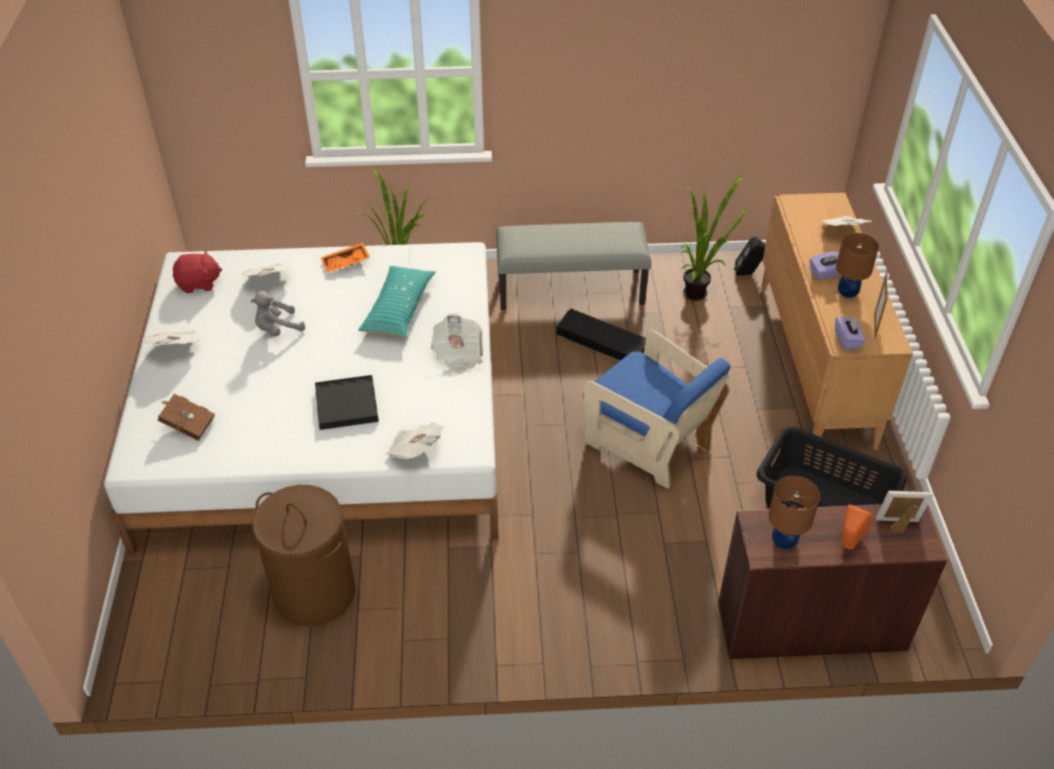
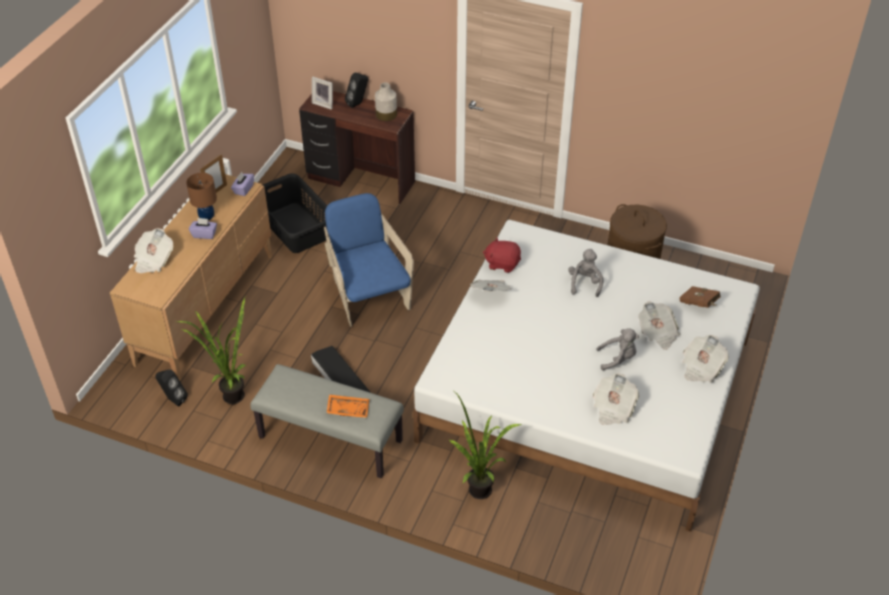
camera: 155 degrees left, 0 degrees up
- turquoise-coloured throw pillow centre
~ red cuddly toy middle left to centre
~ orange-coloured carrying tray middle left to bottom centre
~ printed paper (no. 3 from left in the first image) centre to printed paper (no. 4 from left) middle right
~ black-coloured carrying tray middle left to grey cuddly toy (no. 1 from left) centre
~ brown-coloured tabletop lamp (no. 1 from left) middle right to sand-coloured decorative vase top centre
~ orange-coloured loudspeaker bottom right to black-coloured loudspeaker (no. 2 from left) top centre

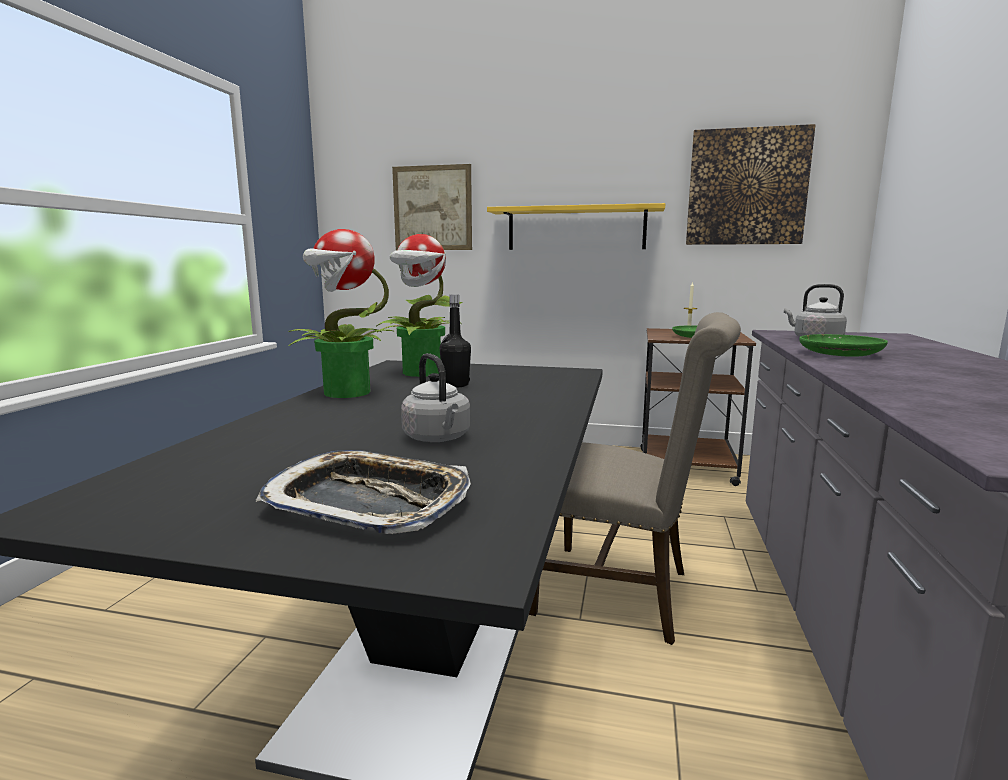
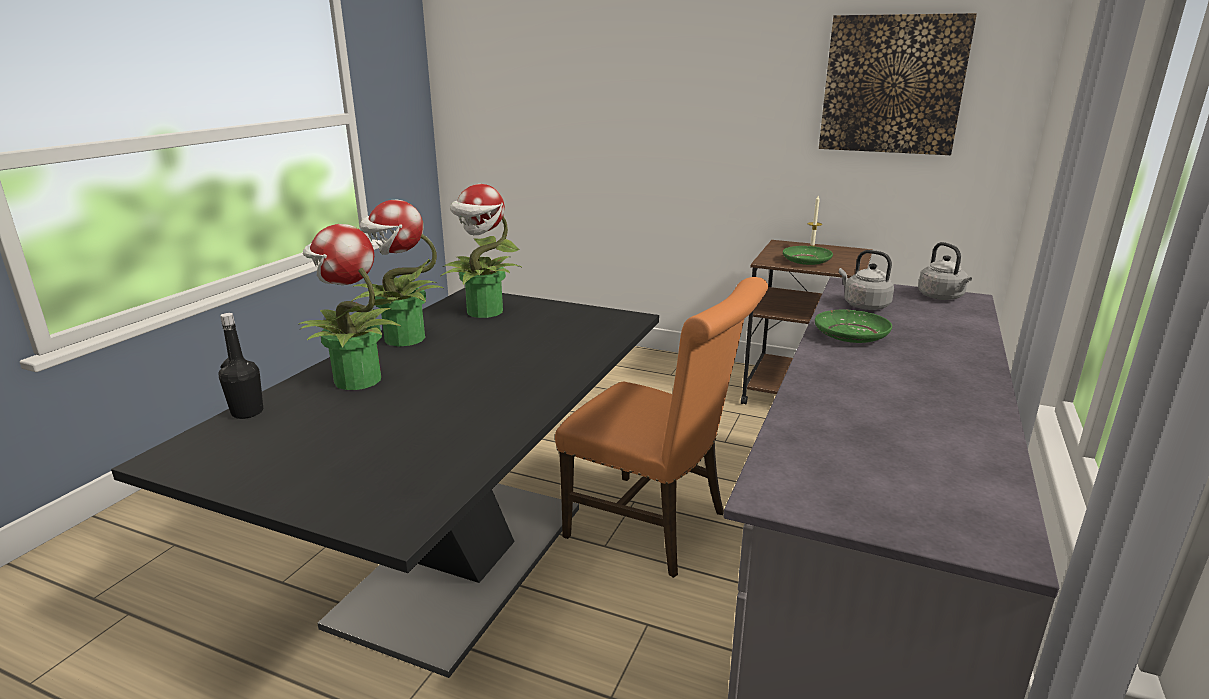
camera: 10 degrees right, 10 degrees up
- carrying tray centre
- wall art (no. 1 from left) top centre
- yellow-coloured wall shelf top centre
+ houseplant (no. 1 from left) middle left
~ grey kettle (no. 1 from left in the first image) centre to grey kettle (no. 2 from left) middle right
~ black-coloured drink bottle centre to middle left
~ sand-coloured plain chair centre to orange-coloured plain chair centre

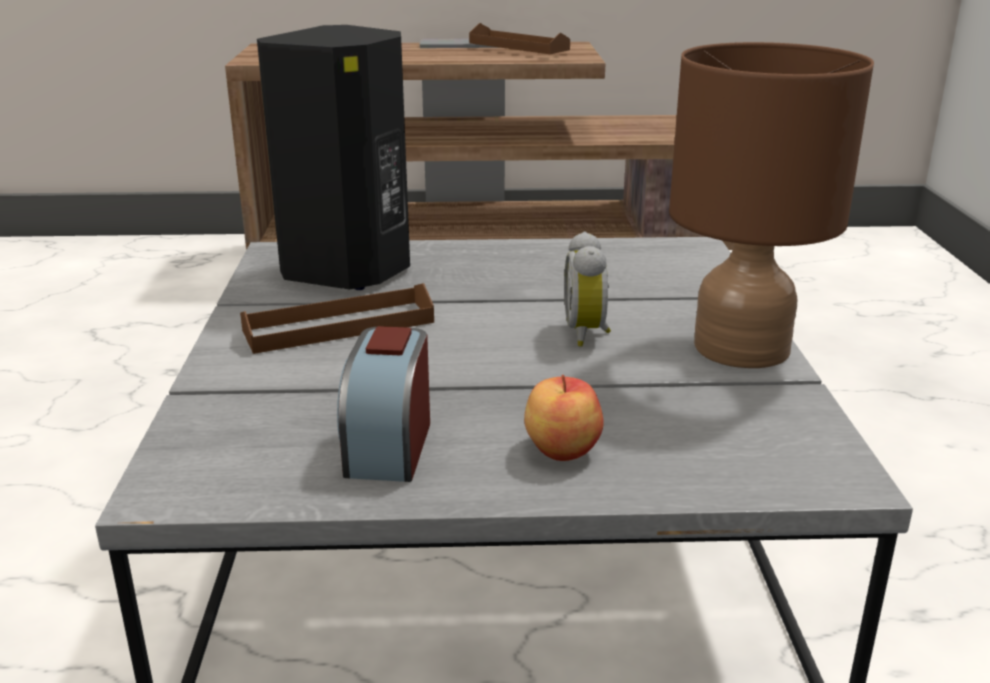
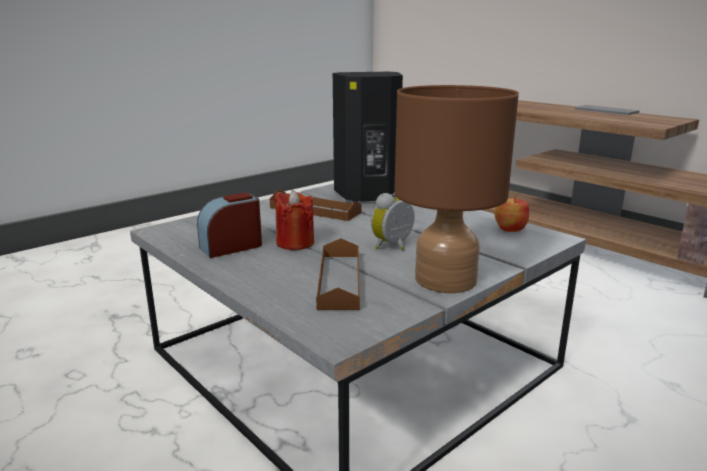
camera: 50 degrees right, 5 degrees down
+ red wax candle centre
~ brown-coloured carrying tray (no. 2 from left) top centre to centre
~ apple fruit centre to middle right

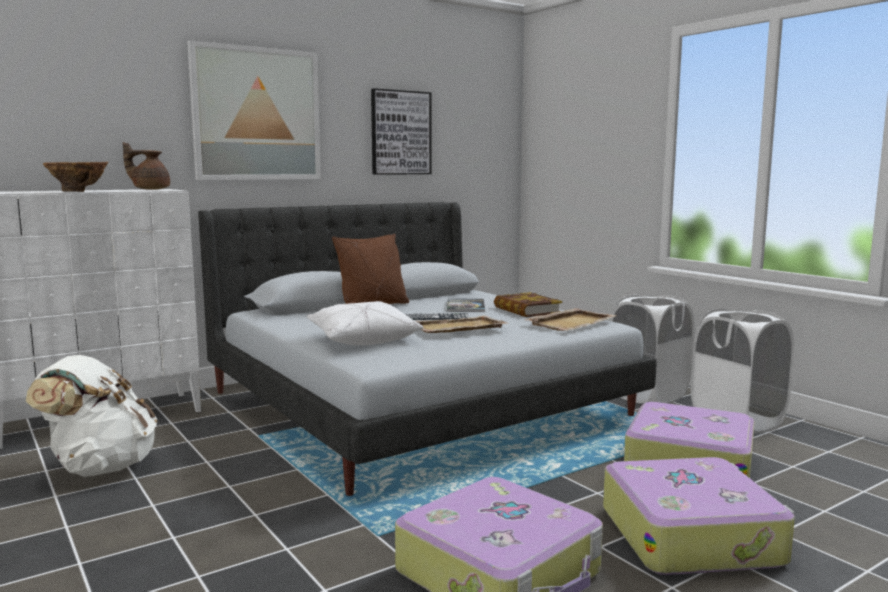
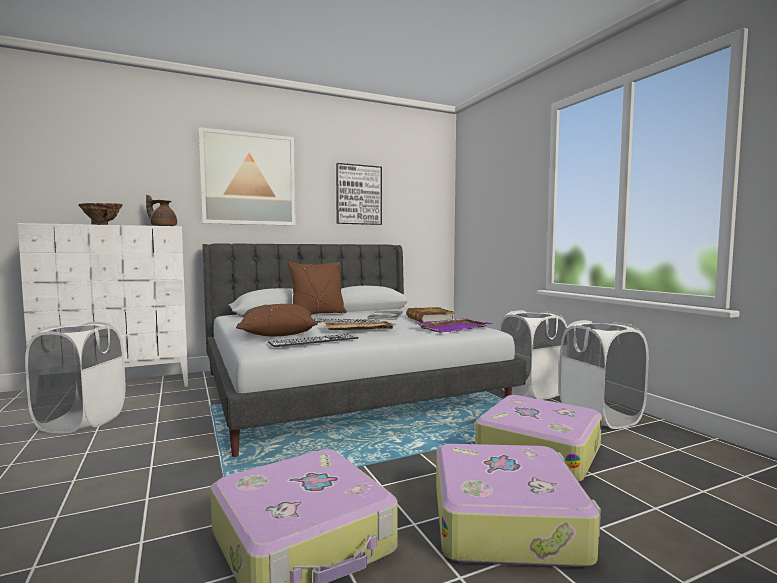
camera: 10 degrees right, 5 degrees down
+ computer keyboard (no. 1 from left) centre
~ whitish backpack bottom left to whitish washing basket (no. 1 from left) middle left
~ whitish throw pillow centre to brown-coloured throw pillow (no. 1 from left) centre
~ sand-coloured carrying tray (no. 2 from left) centre to purple carrying tray centre

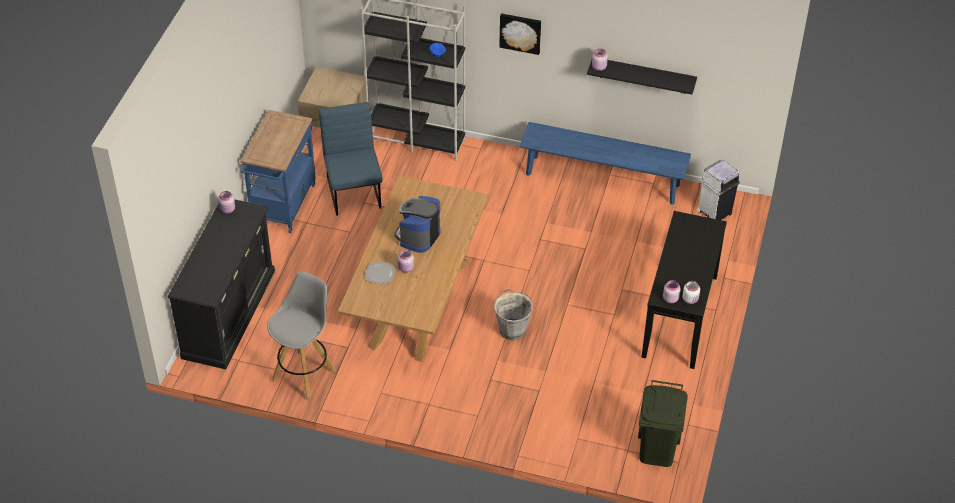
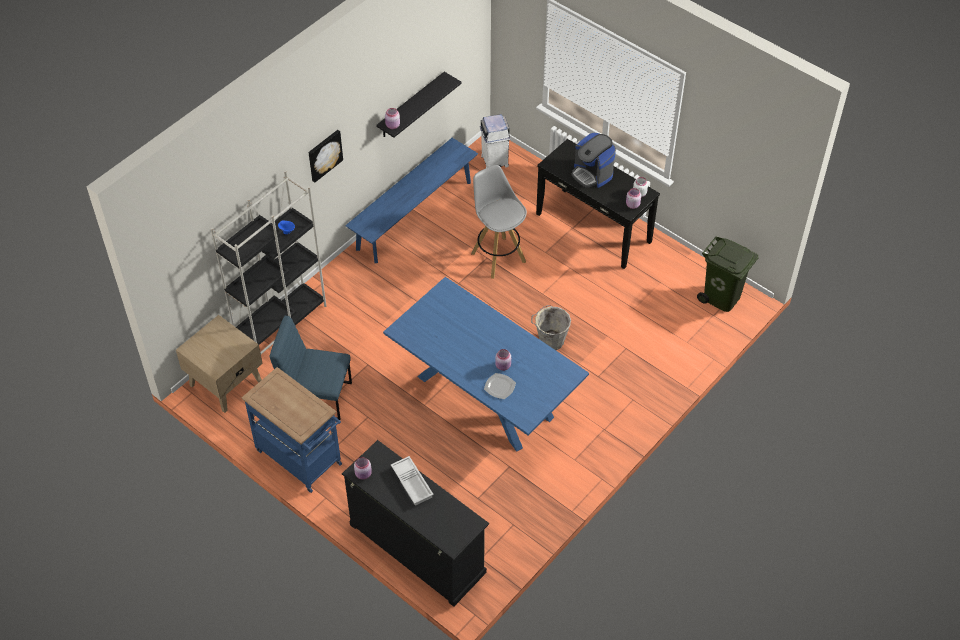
camera: 65 degrees left, 5 degrees up
+ whitish carrying tray bottom centre
~ grey stool middle left to centre
~ coffee maker centre to top centre
~ brown-coloured kitchen table centre to bluish kitchen table centre

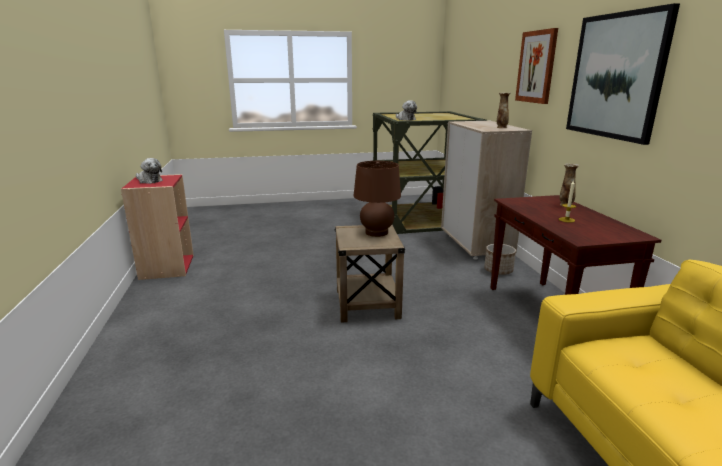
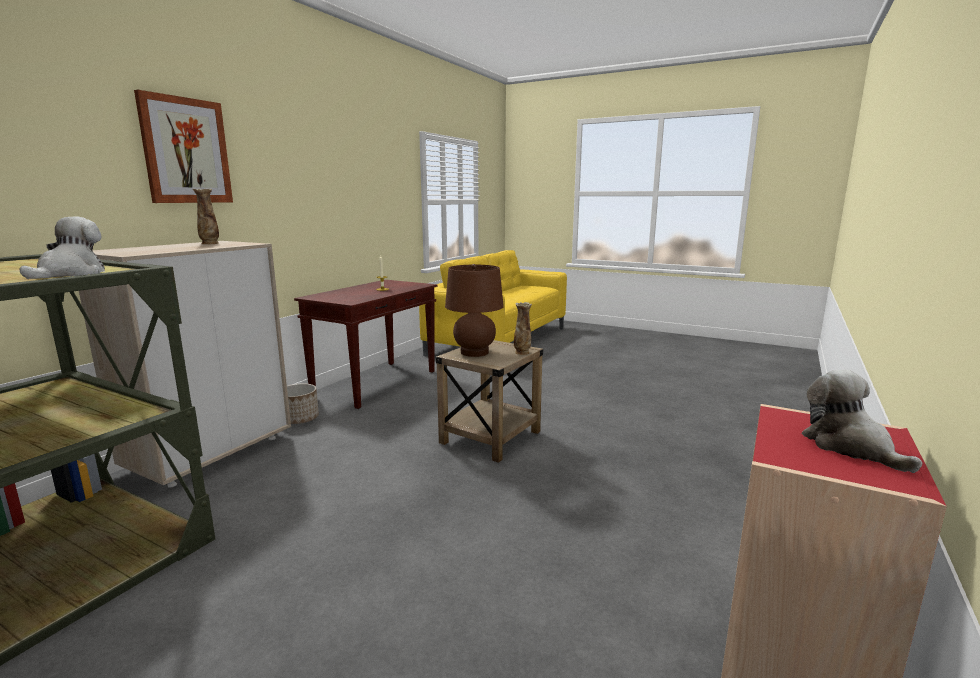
camera: 140 degrees left, 5 degrees down
- wall art (no. 2 from left) top right
~ decorative vase (no. 2 from left) middle right to centre

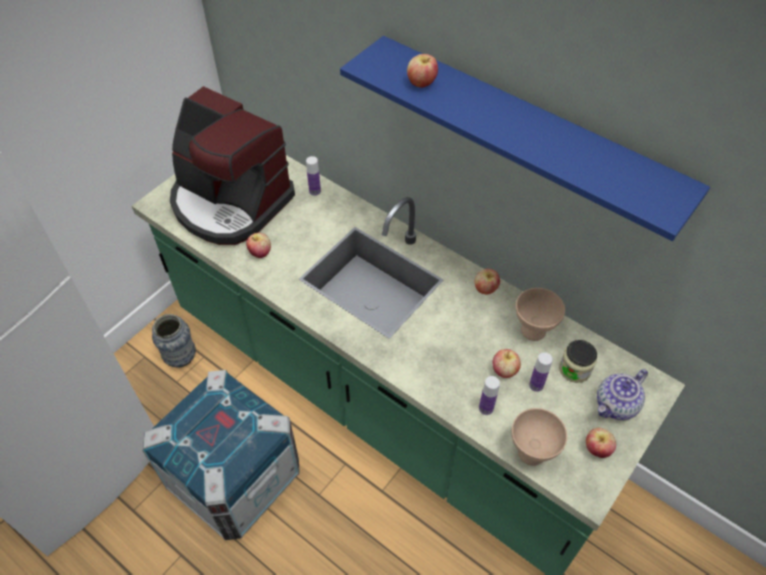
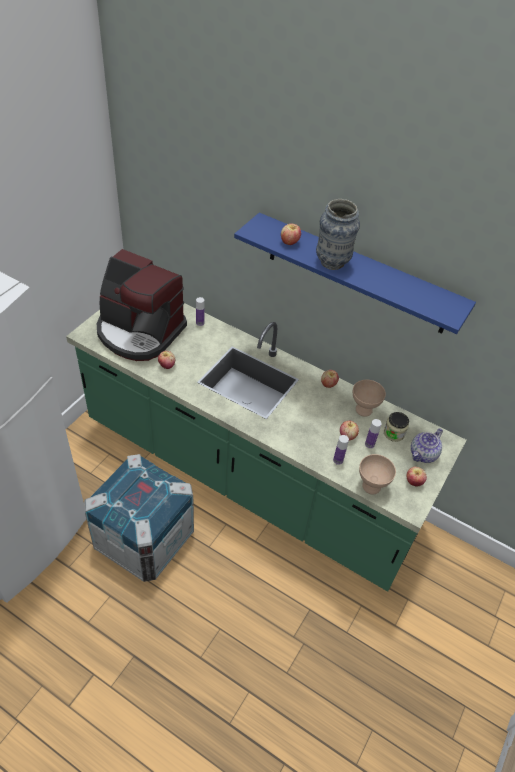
camera: 10 degrees left, 5 degrees down
~ decorative vase middle left to top centre

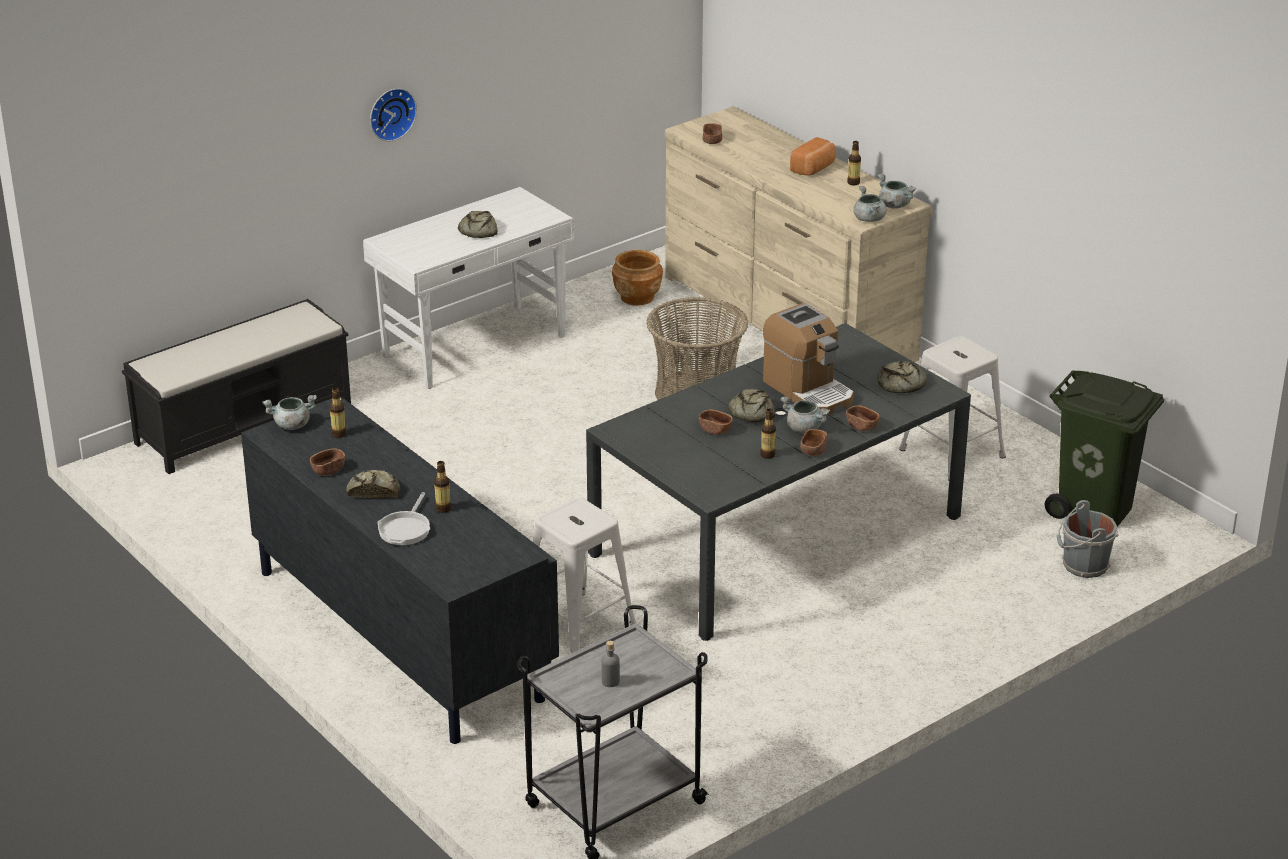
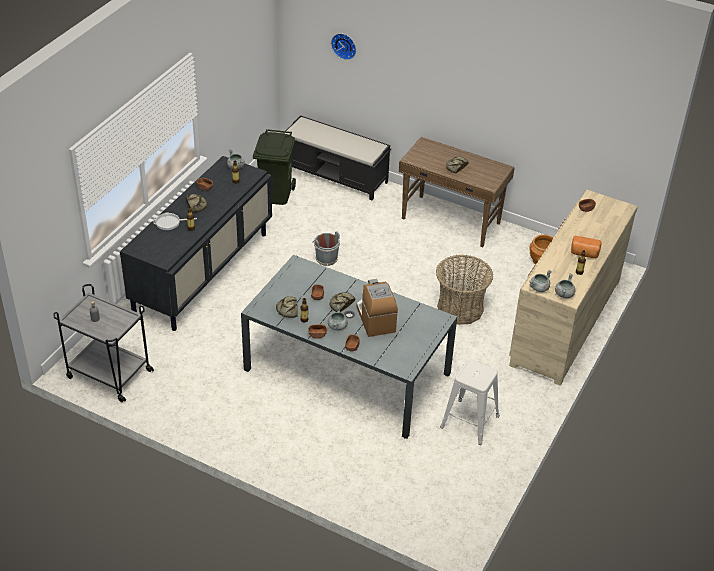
camera: 65 degrees right, 10 degrees up
- whitish stool (no. 1 from left) bottom centre
~ clock on the wall top left to top centre
~ bakery bread (no. 5 from left in the first image) middle right to bakery bread (no. 2 from left) centre
~ green-coloured trash can middle right to top centre
~ grey pail middle right to centre
~ whitish narrow table centre to brown-coloured narrow table centre
~ coffee maker centre = centre 135 degrees clockwise

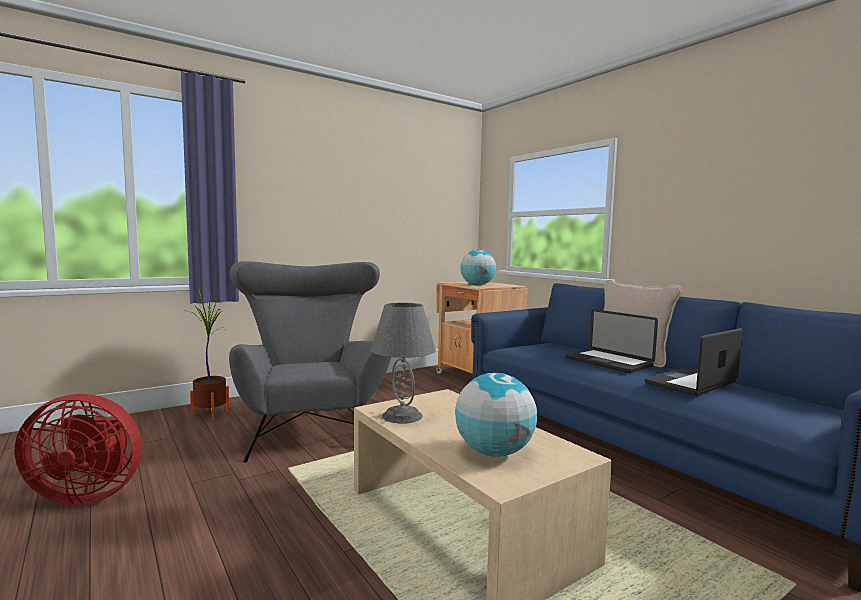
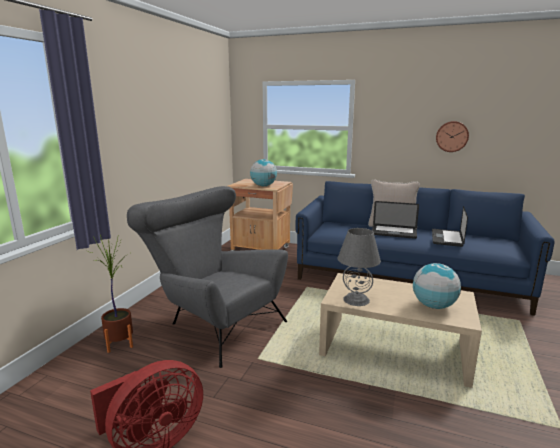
camera: 35 degrees left, 10 degrees up
+ clock on the wall top right

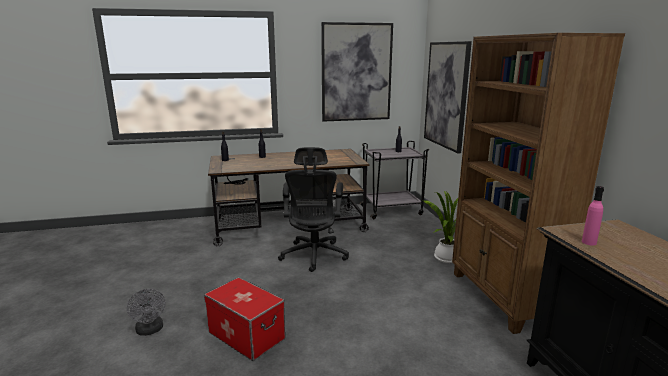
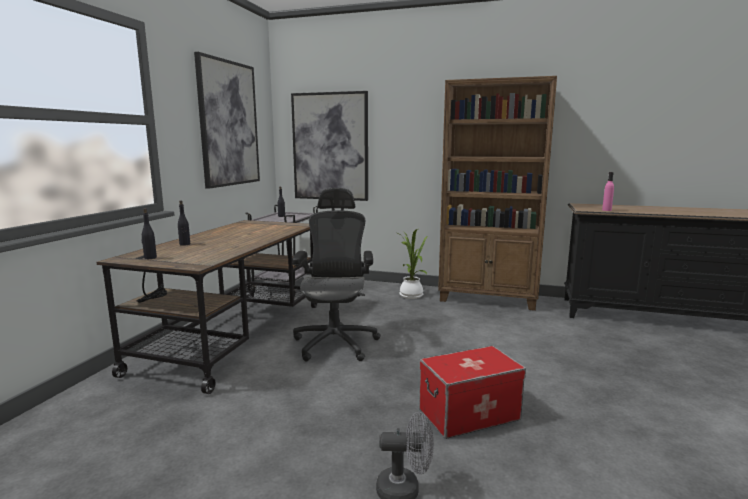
camera: 60 degrees left, 5 degrees down
~ computer chair centre = centre 120 degrees counterclockwise

